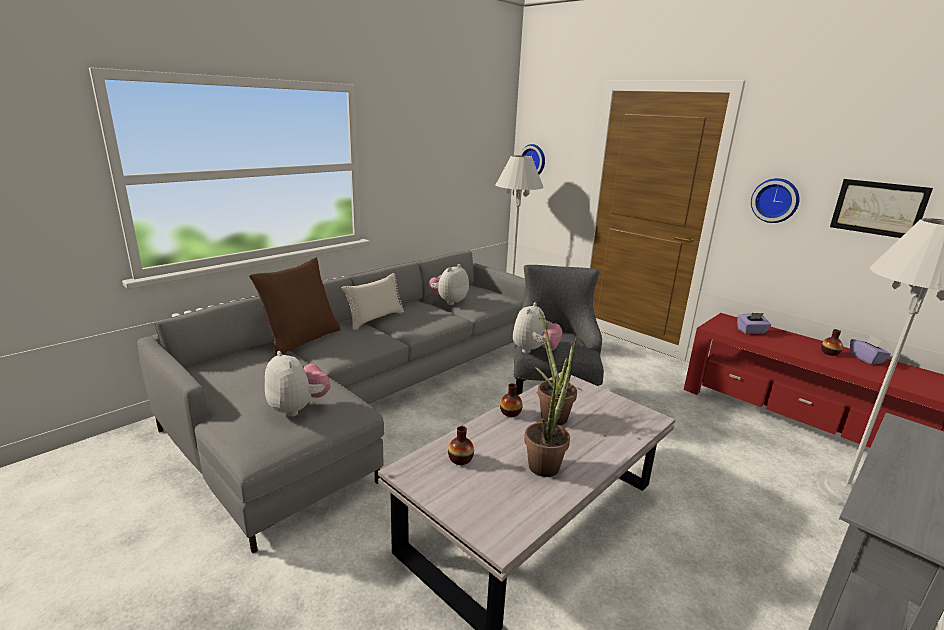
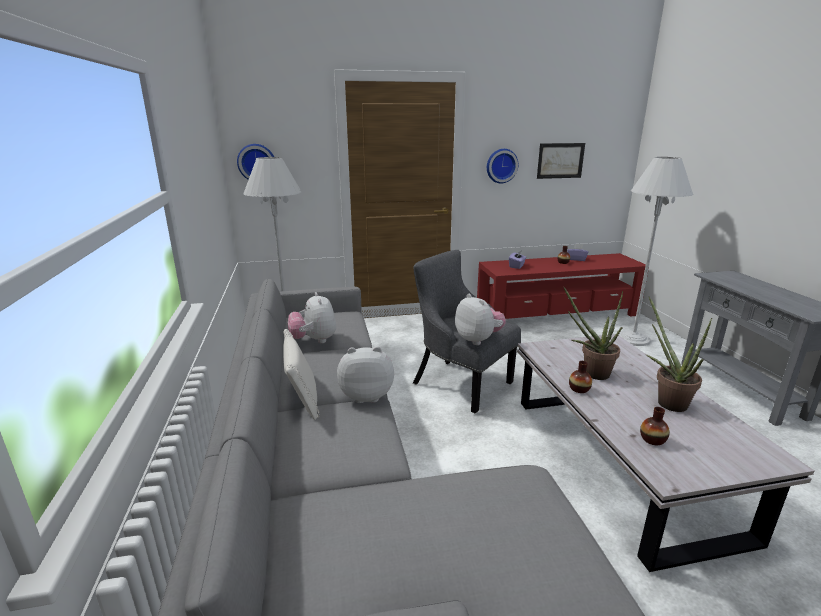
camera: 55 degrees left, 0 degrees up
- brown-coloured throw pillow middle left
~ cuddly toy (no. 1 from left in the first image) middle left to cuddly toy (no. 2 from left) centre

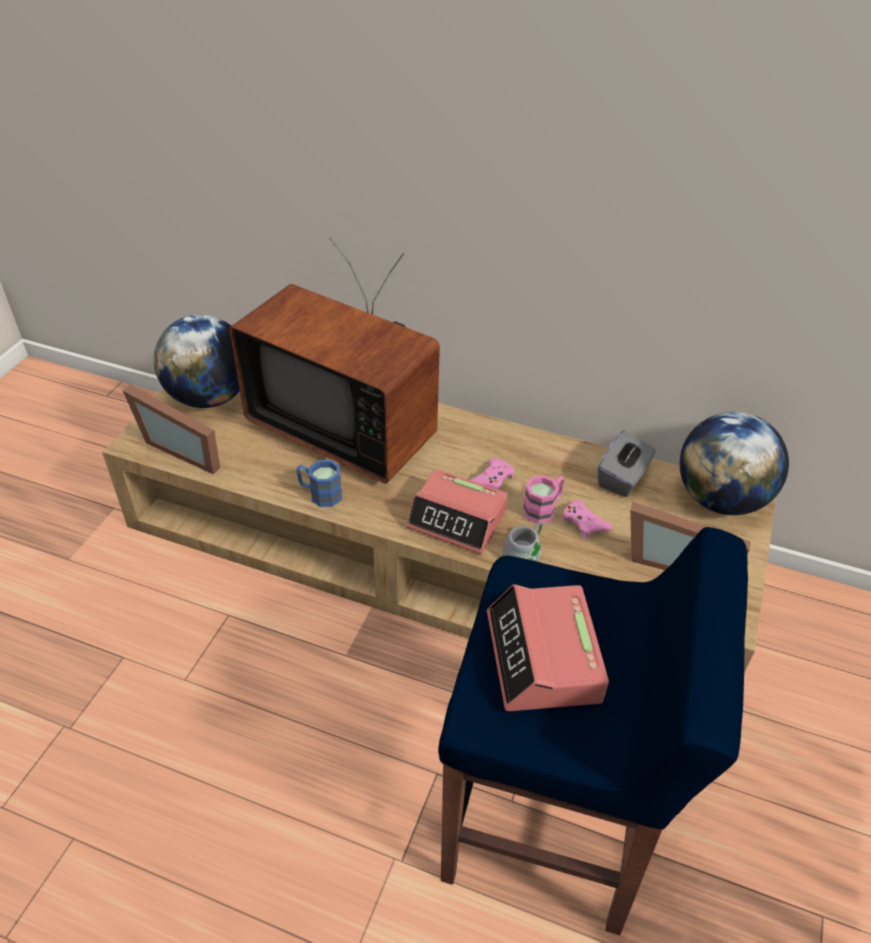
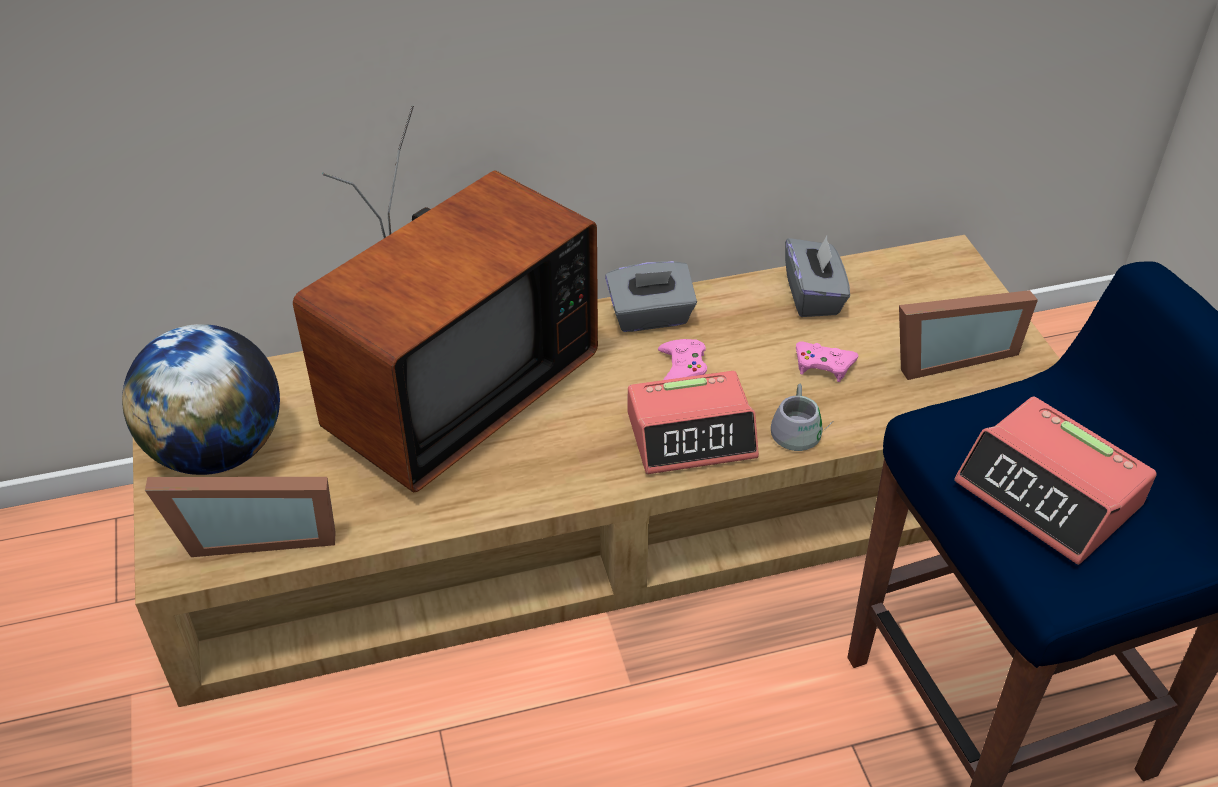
camera: 35 degrees left, 0 degrees up
- bluish coffee mug centre
- pinkish coffee mug centre
- world globe (no. 2 from left) middle right
+ grey box of tissues (no. 1 from left) centre
~ TV set centre = centre 45 degrees counterclockwise

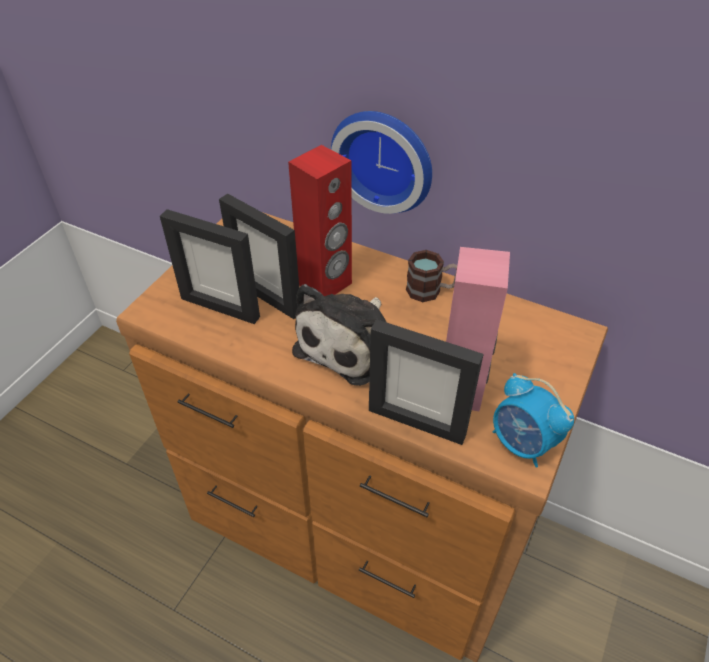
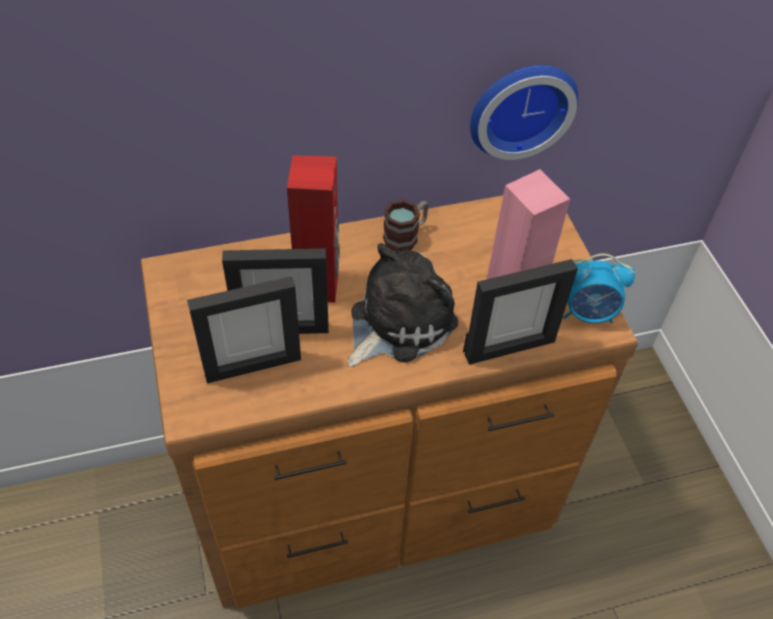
camera: 45 degrees left, 5 degrees up
~ clock on the wall top centre to top right
~ cuddly toy centre = centre 120 degrees counterclockwise

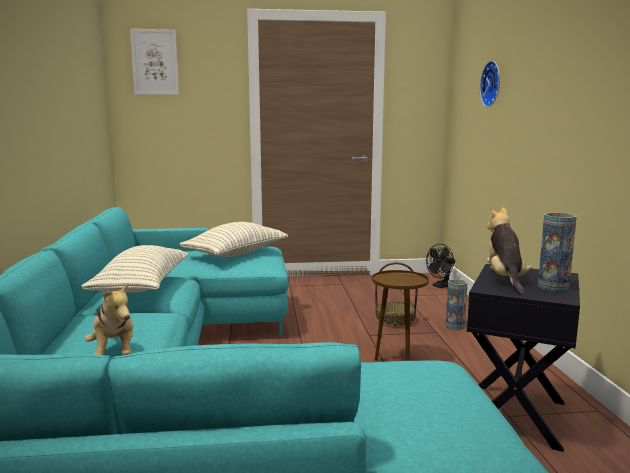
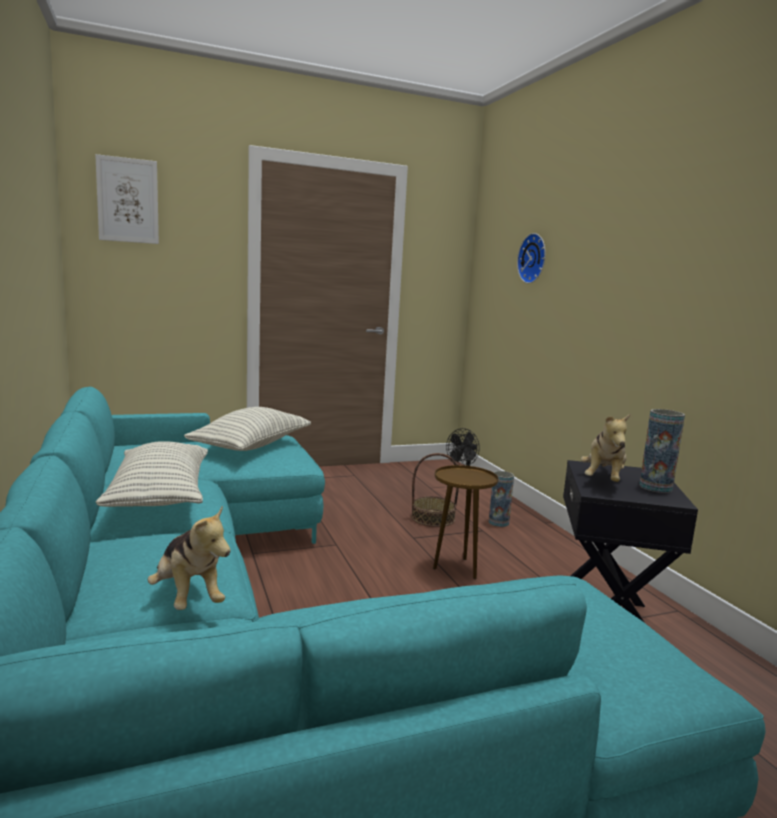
camera: 15 degrees left, 0 degrees up
~ cuddly toy (no. 2 from left) middle right = middle right 150 degrees counterclockwise

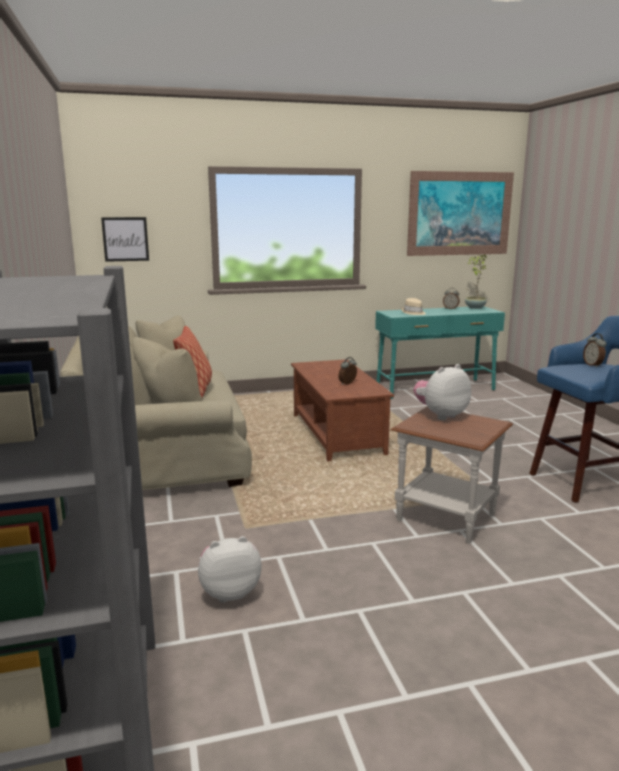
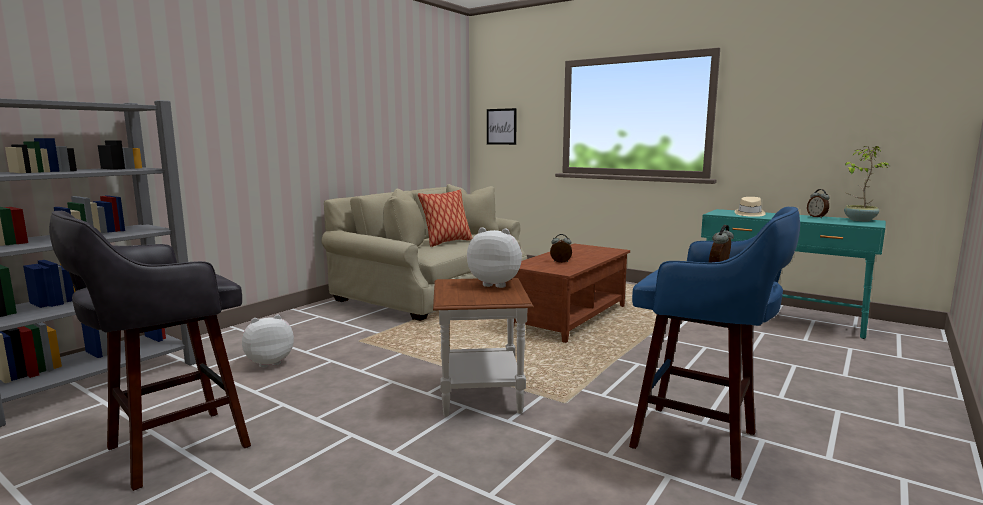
camera: 50 degrees right, 5 degrees down
- wall art (no. 2 from left) top right
+ grey stool bottom left
~ cuddly toy (no. 1 from left) bottom centre = bottom left 60 degrees counterclockwise

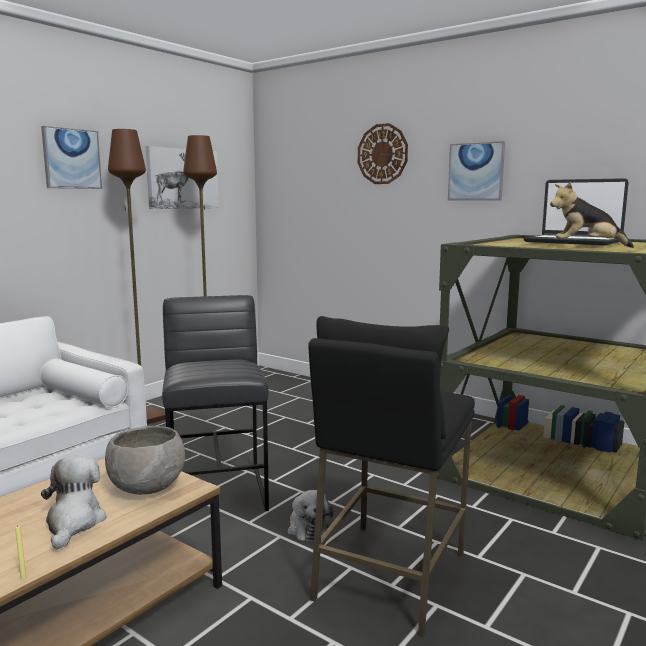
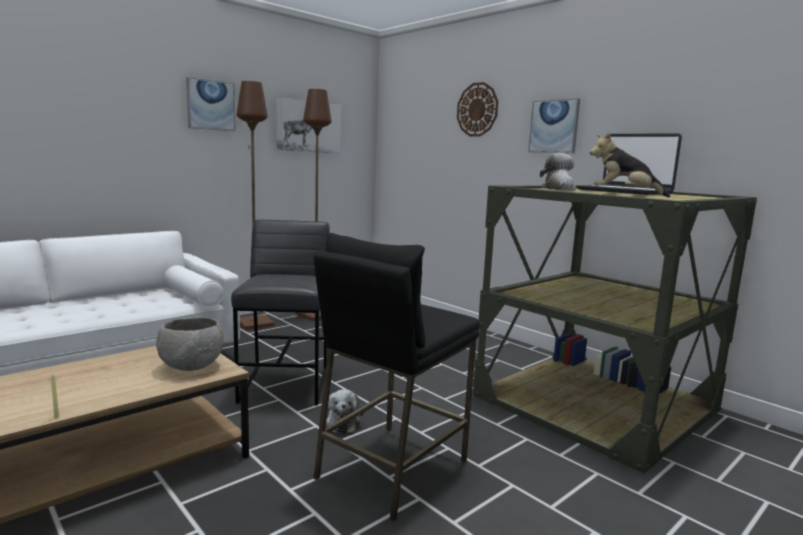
camera: 10 degrees right, 0 degrees up
~ cuddly toy (no. 1 from left in the first image) bottom left to cuddly toy (no. 2 from left) top right

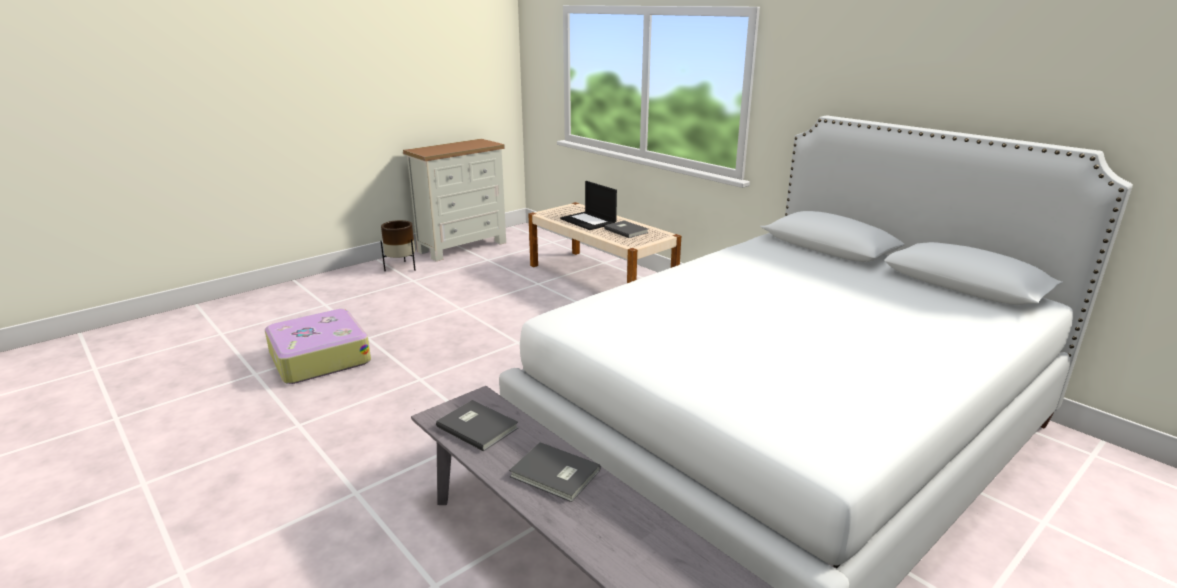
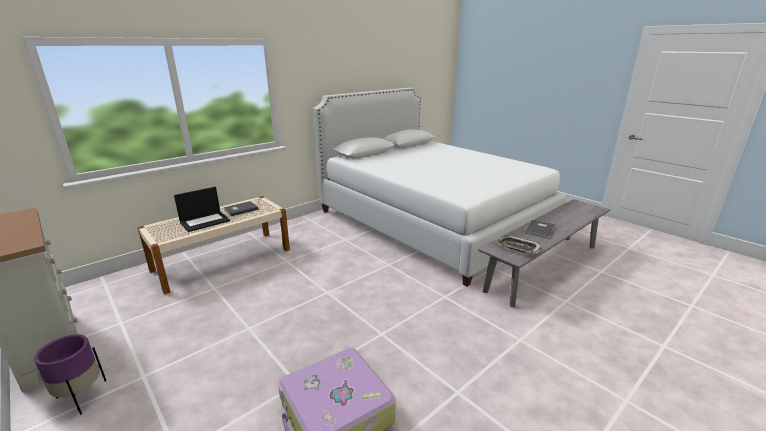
camera: 90 degrees left, 0 degrees up
~ grey book (no. 1 from left) bottom centre to carrying tray middle right
~ brown-coloured plant pot centre to purple plant pot bottom left

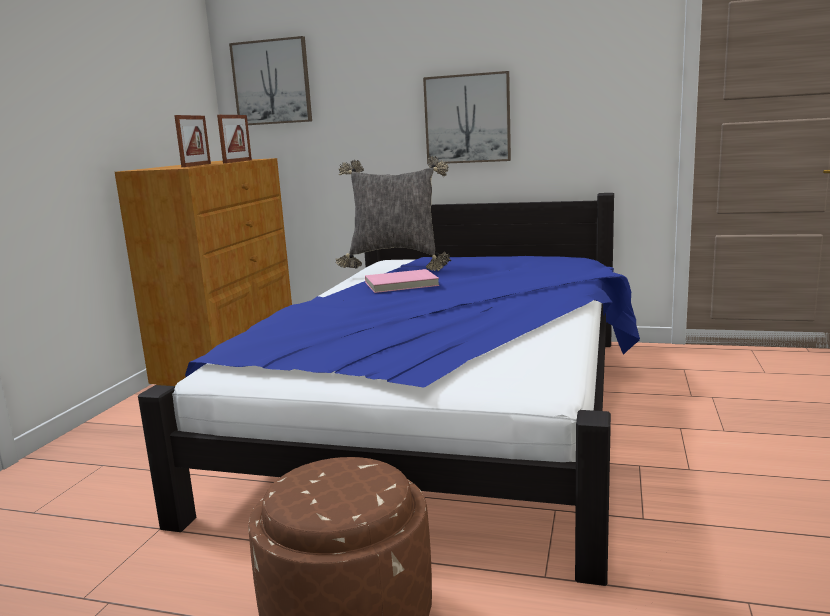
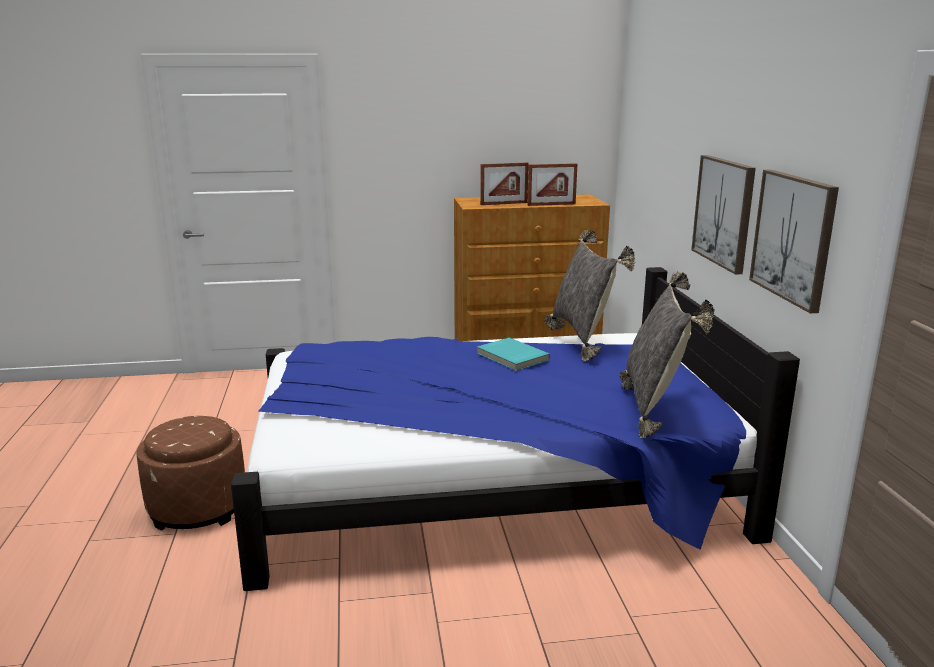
camera: 65 degrees right, 5 degrees up
+ throw pillow (no. 2 from left) middle right
~ wall art (no. 1 from left in the first image) top left to wall art (no. 2 from left) middle right
~ pinkish book centre to turquoise-coloured book centre

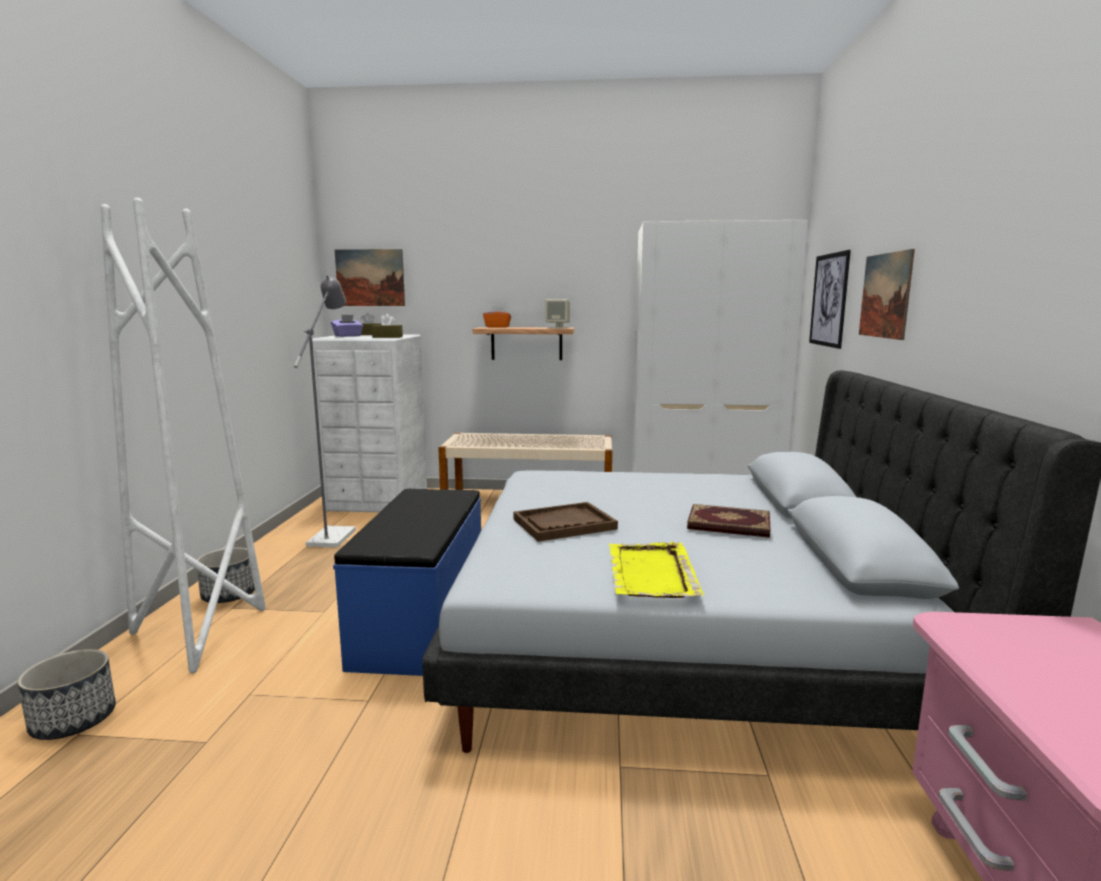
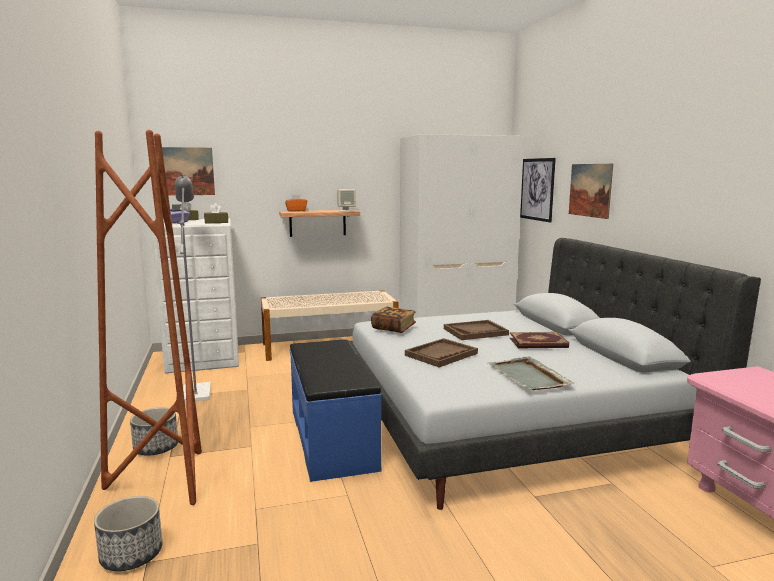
camera: 20 degrees left, 0 degrees up
+ book (no. 1 from left) centre
+ brown-coloured carrying tray (no. 2 from left) centre
~ whitish clothes rack middle left to brown-coloured clothes rack middle left
~ yellow-coloured carrying tray centre to grey carrying tray middle right

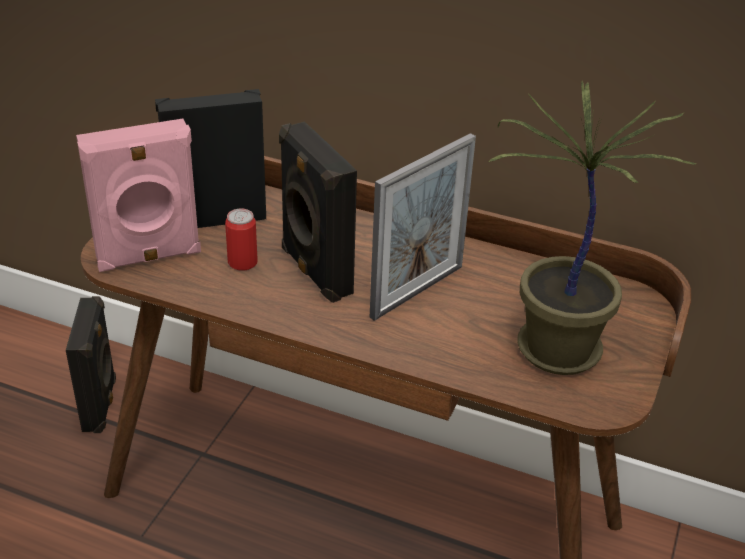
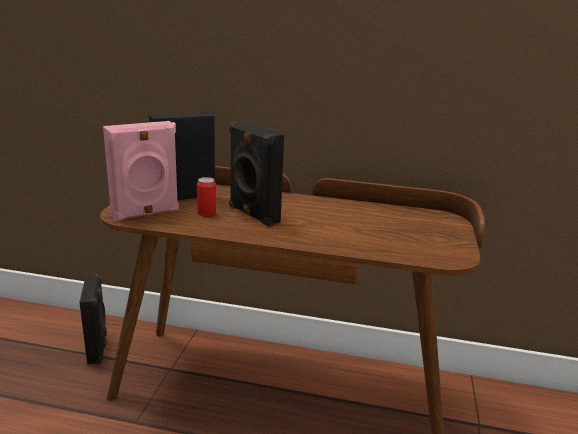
camera: 10 degrees left, 15 degrees down
- picture frame centre
- houseplant middle right

